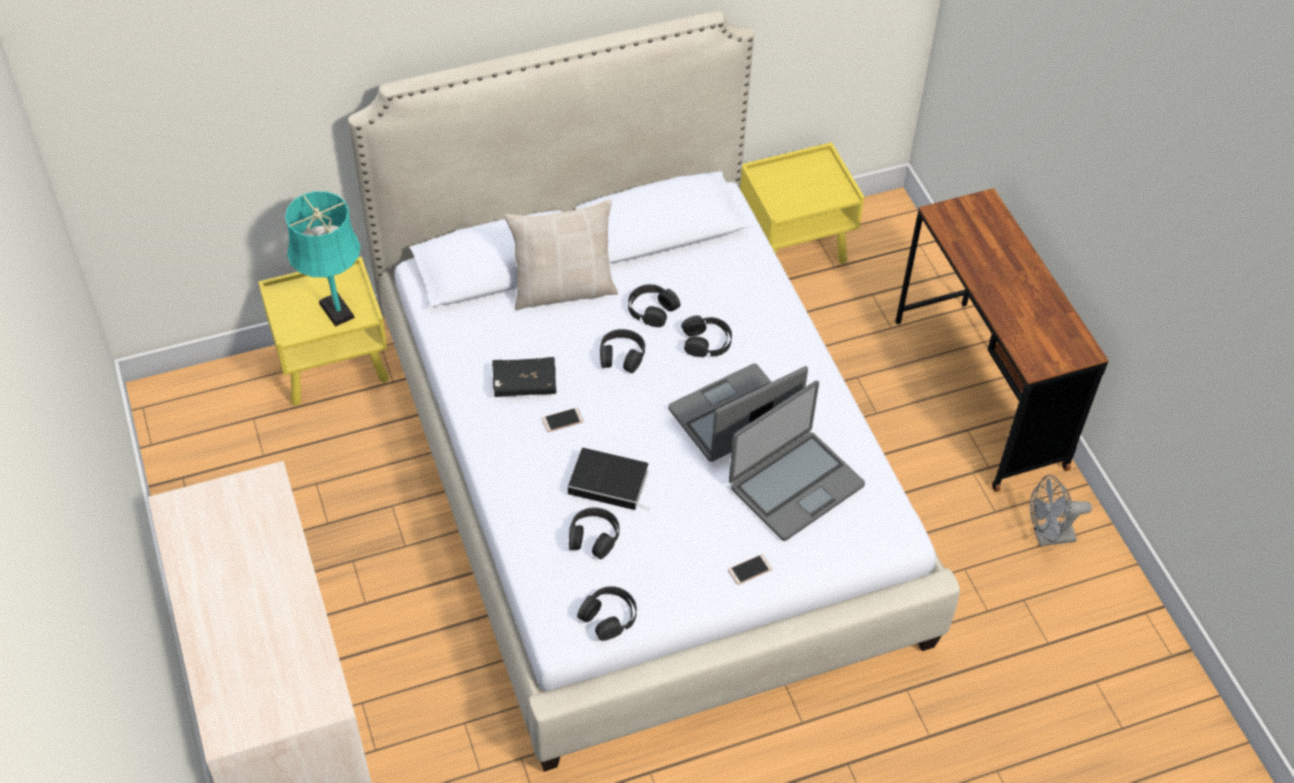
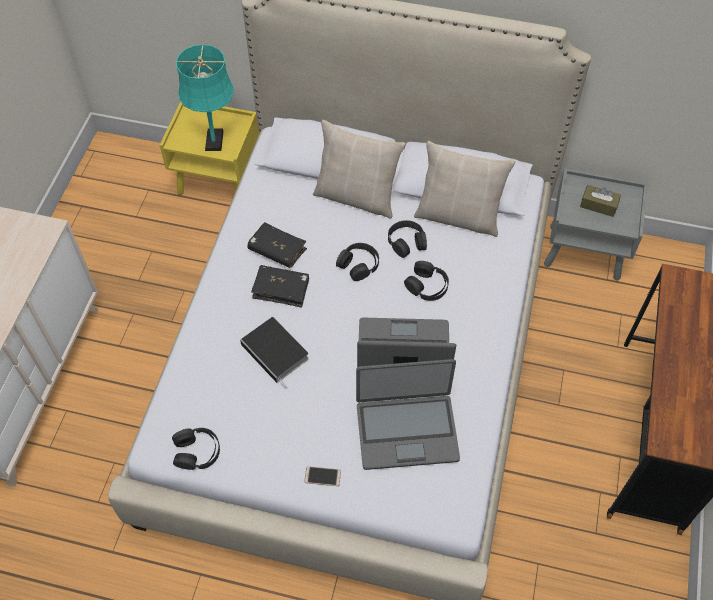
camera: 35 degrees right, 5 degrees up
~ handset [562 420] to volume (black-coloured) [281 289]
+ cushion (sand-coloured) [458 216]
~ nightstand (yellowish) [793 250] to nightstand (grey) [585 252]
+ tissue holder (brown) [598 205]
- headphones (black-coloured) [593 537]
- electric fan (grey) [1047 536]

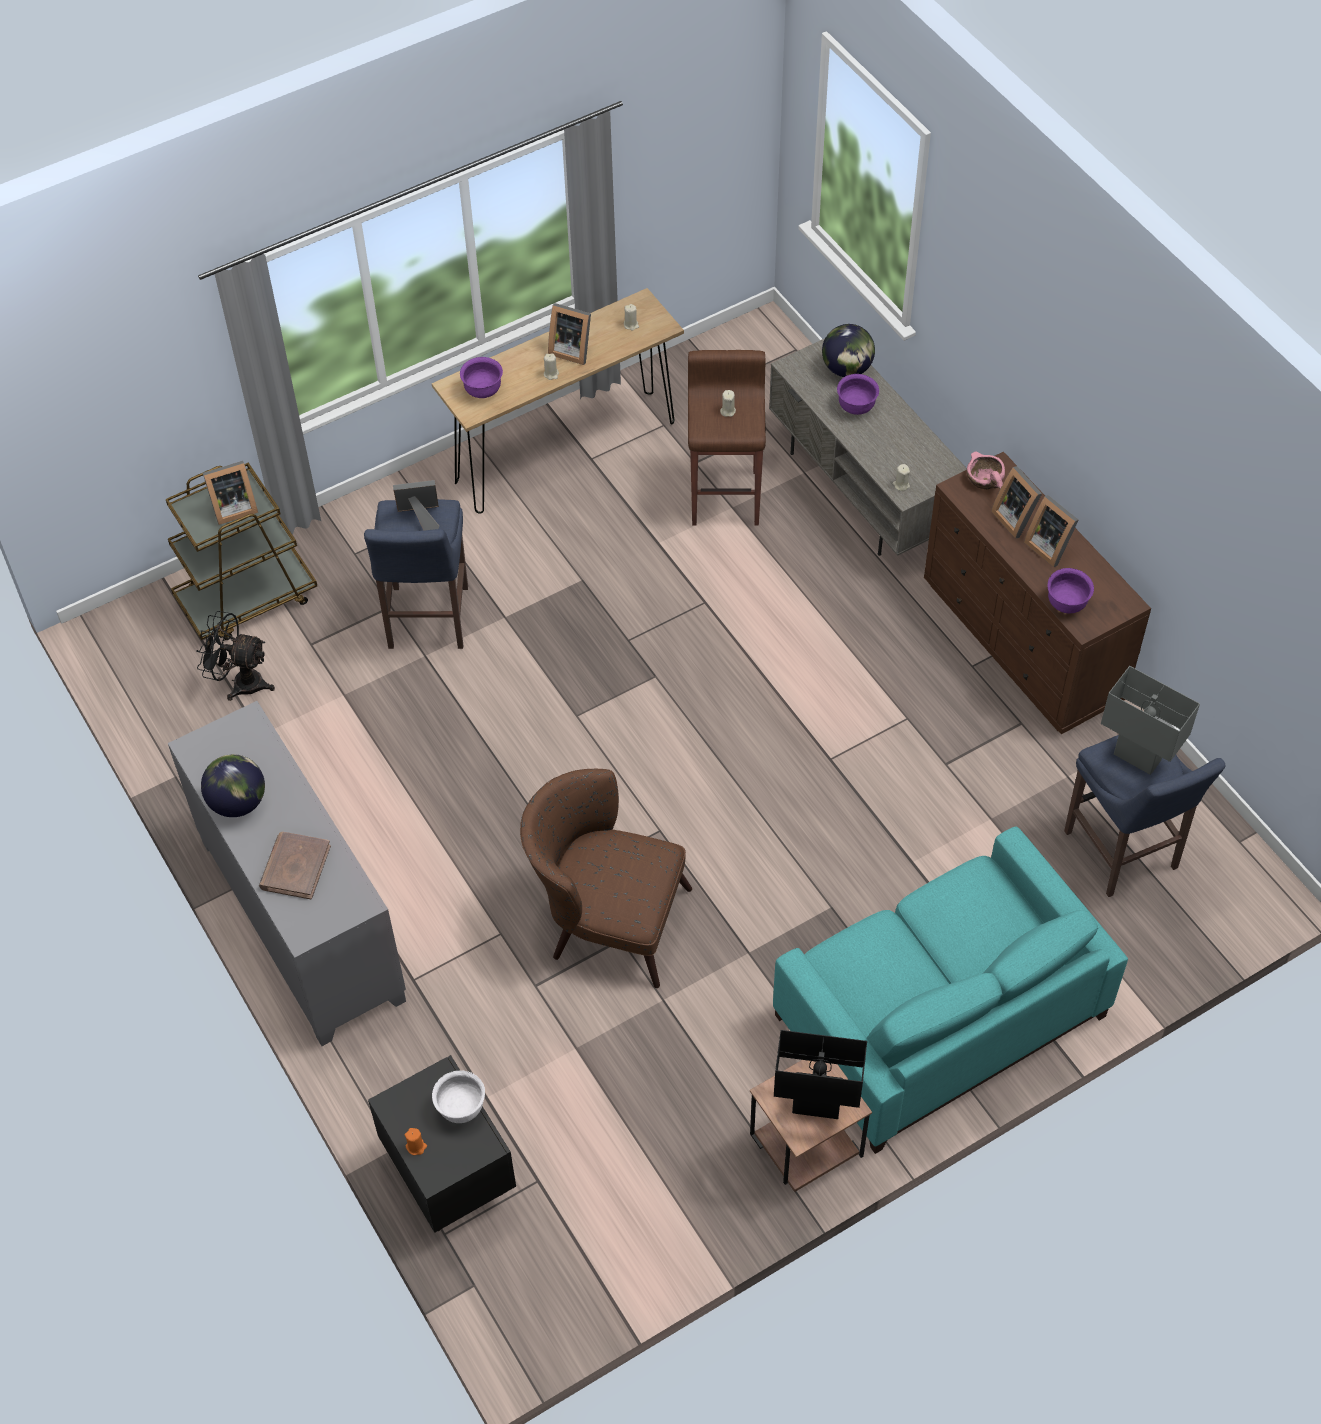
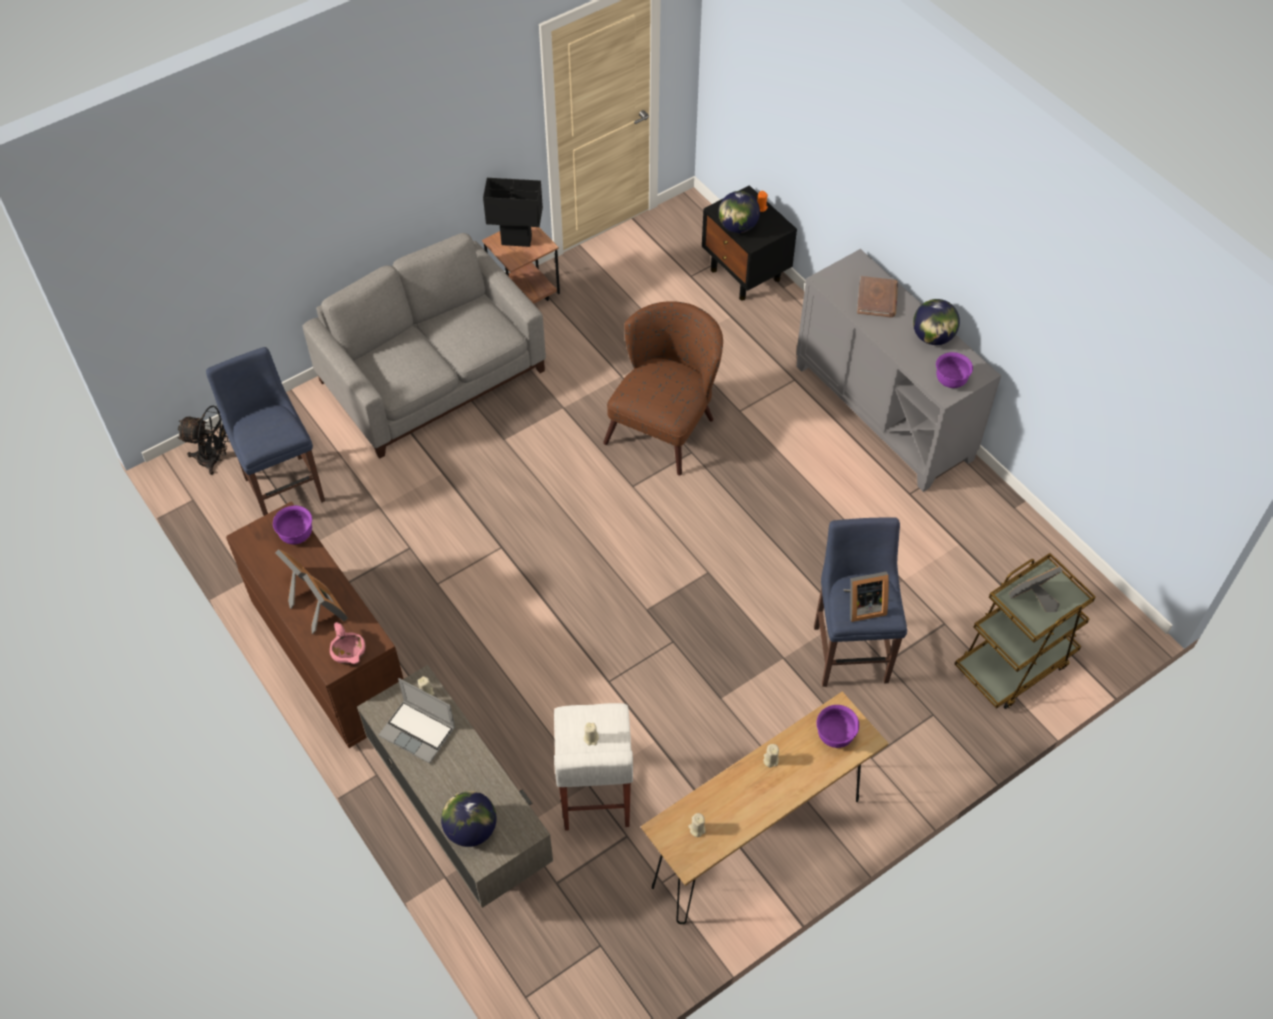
camera: 175 degrees right, 0 degrees up
~ electric fan (black-coloured) [240 682] to [215 459]
~ couch (turquoise-coloured) [938 1014] to couch (grey) [433 376]
+ notebook computer [419 731]
~ sitting stool (brown) [726 496] to sitting stool (whitish) [594 797]
~ easy chair (brown) [606 919] = [666 423] 75 degrees counterclockwise
~ deep dish (whitish) [461 1108] to world globe [737 227]
~ deep dish (purplish) [856 407] to [950 381]
- photo frame [571 349]
- tabletop lamp (grey) [1137 757]

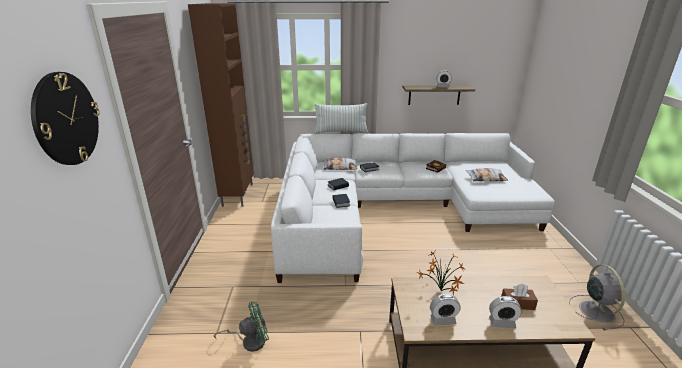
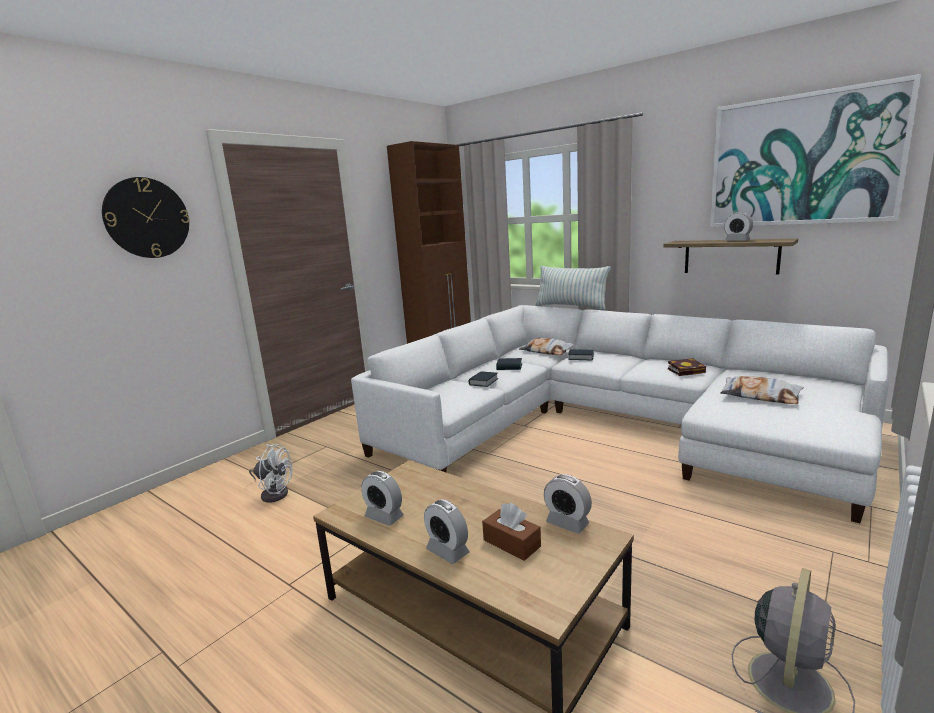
camera: 40 degrees right, 10 degrees down
~ electric fan (green) [249 341] to electric fan (whitish) [274 493]
+ alarm clock [567 523]
+ wall picture [802 160]
- houseplant [441 292]

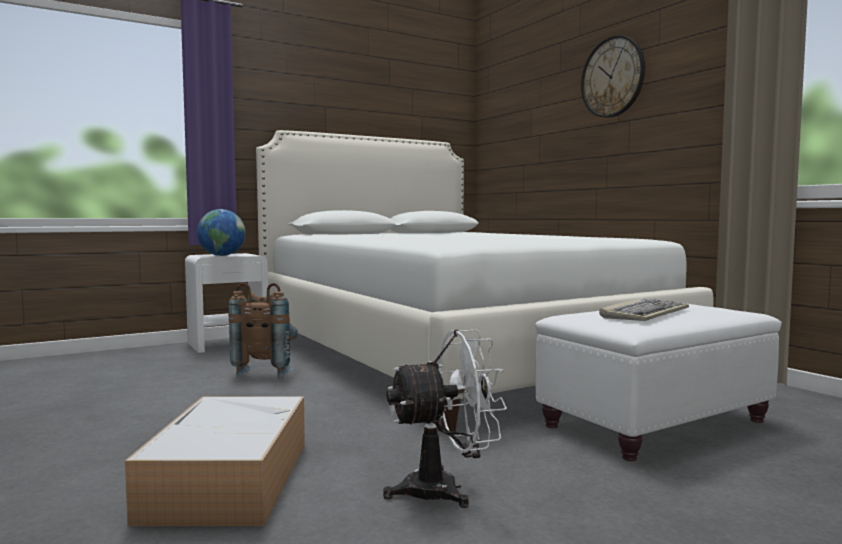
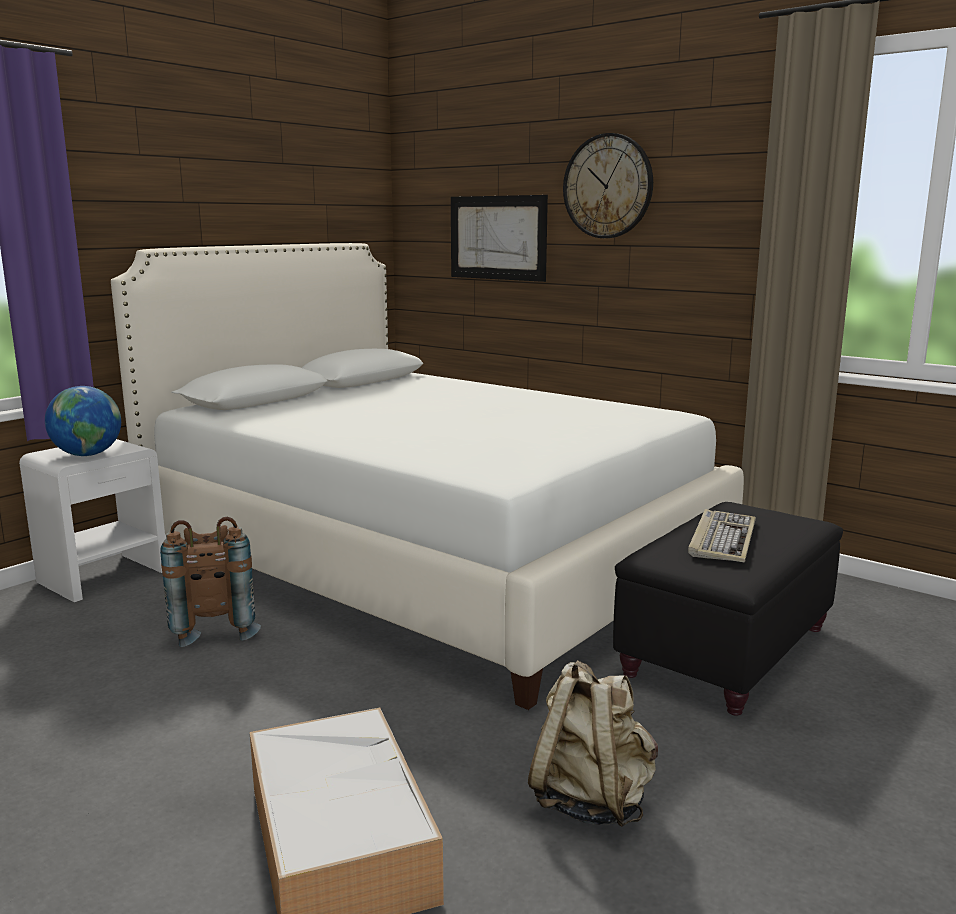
camera: 20 degrees left, 10 degrees up
+ wall picture [497 237]
~ electric fan (whitish) [445 489] to backpack (sand-coloured) [591 800]
~ pouffe (whitish) [656 423] to pouffe (black-coloured) [727 650]

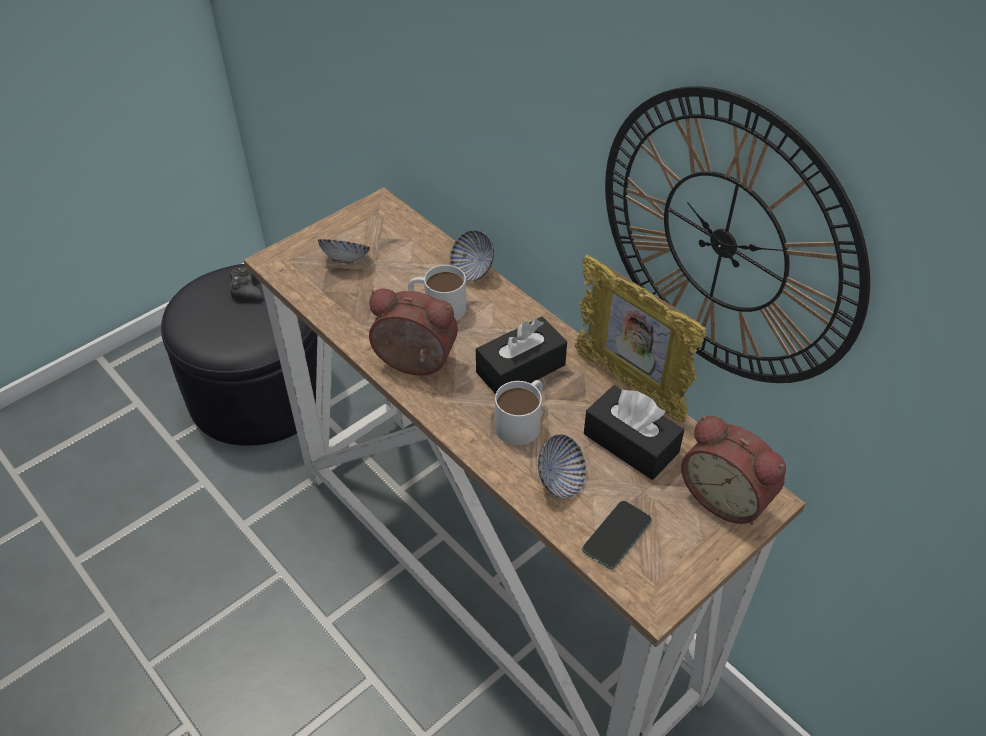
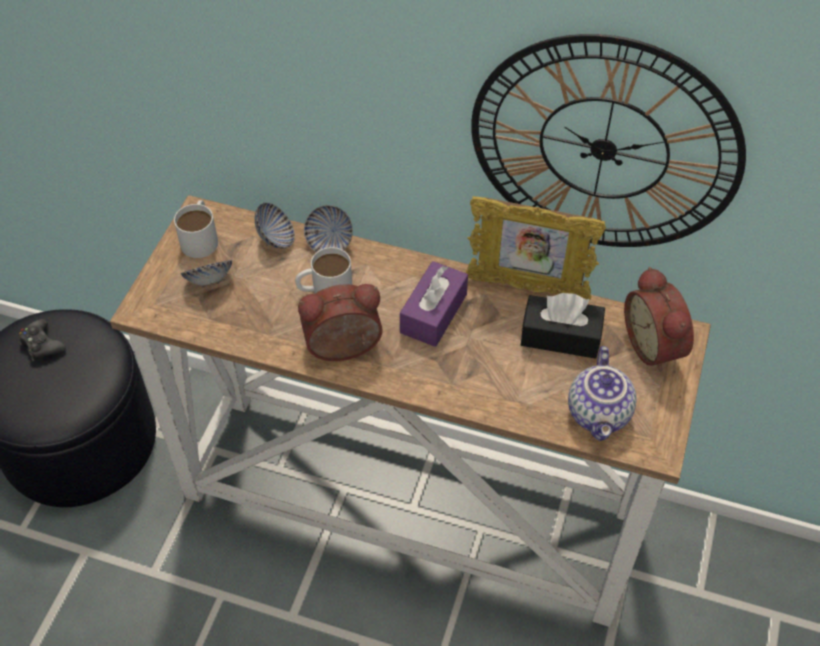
camera: 30 degrees left, 5 degrees up
~ mug (whitish) [523 421] to [201 237]
~ deep dish [560 481] to [276 239]
~ tissue holder (black-coloured) [520 369] to tissue holder (purplish) [433 313]
~ handset [617 535] to tea pot [600 414]
~ alarm clock [727 496] = [656 345] 60 degrees clockwise

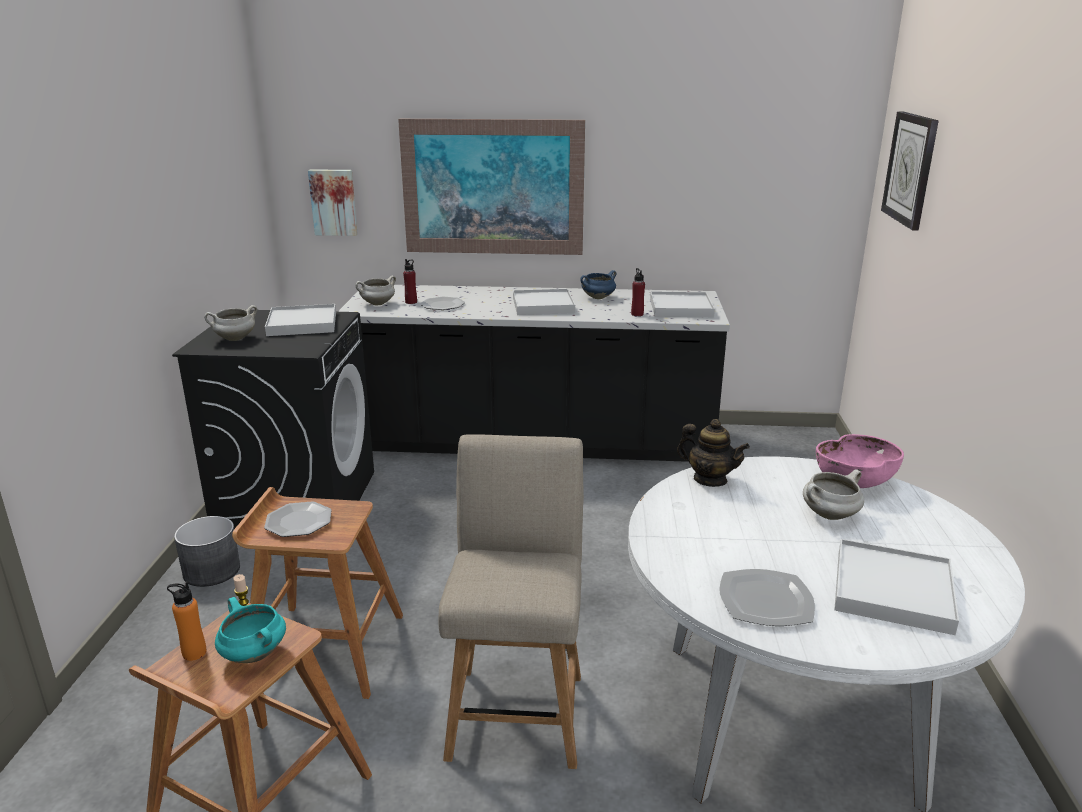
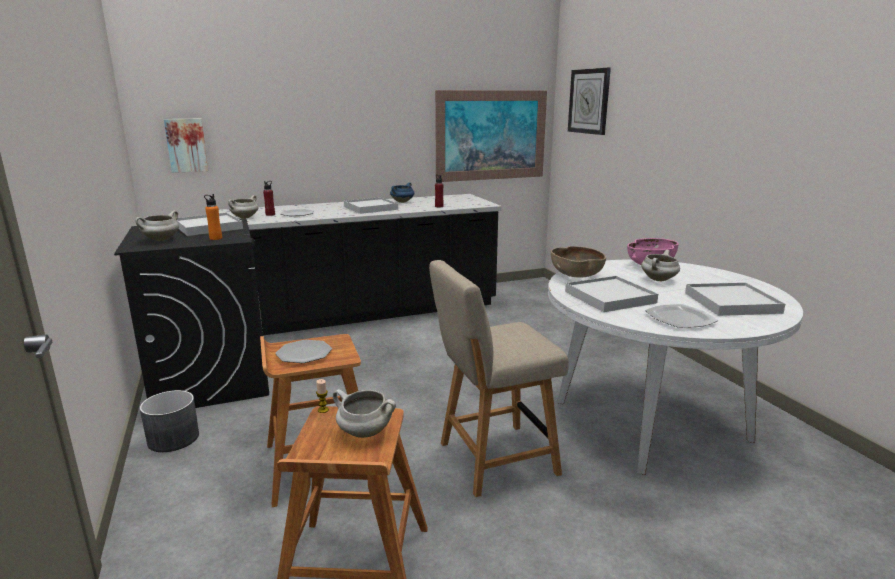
camera: 25 degrees left, 5 degrees down
~ drink bottle (orange) [194 653] to [215 238]
~ cooking pot (turquoise-coloured) [252 654] to cooking pot (whitish) [364 433]
~ chair (sand-coloured) [517 709] = [492 460] 90 degrees counterclockwise
~ wall picture [493 188] to [491 135]
~ tea pot [710 480] to deep dish (brown) [576 276]
~ serving tray (whitish) [681 308] to [609 297]

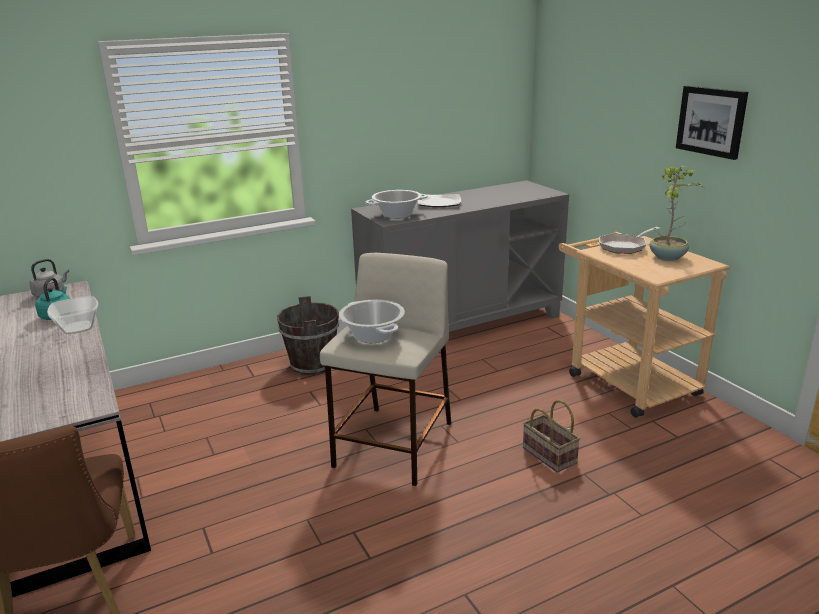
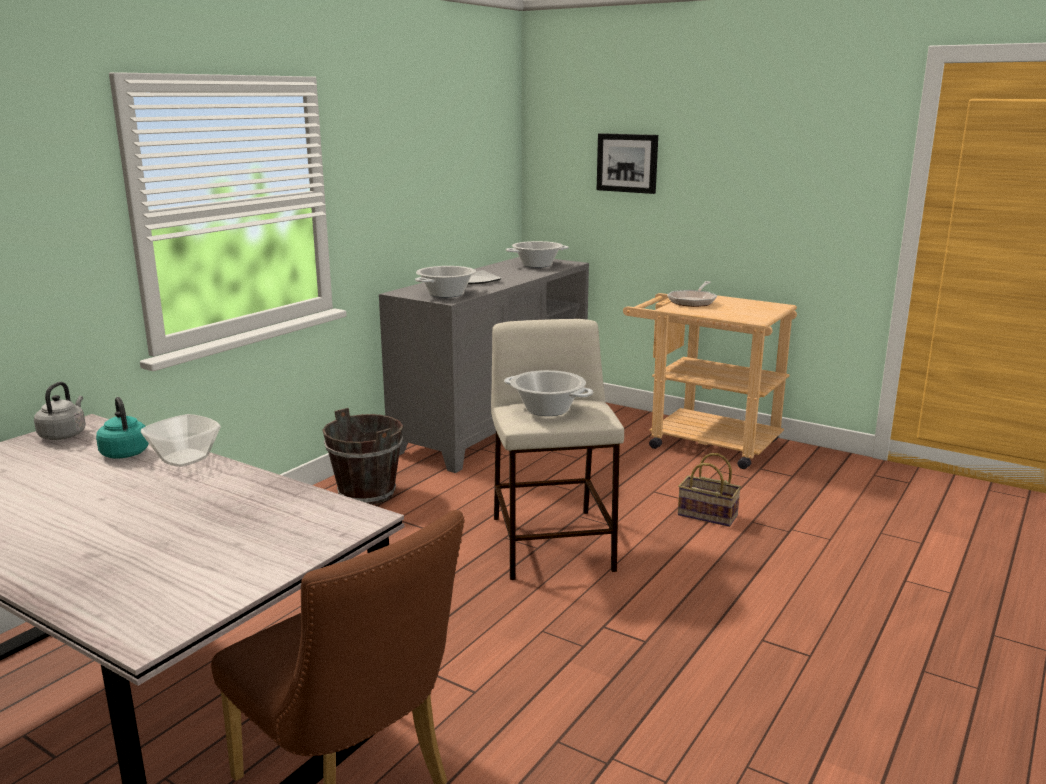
camera: 30 degrees left, 5 degrees down
+ cooking pot [537 265]
~ wall picture [711 121] to [627 163]
- houseplant [668 257]

